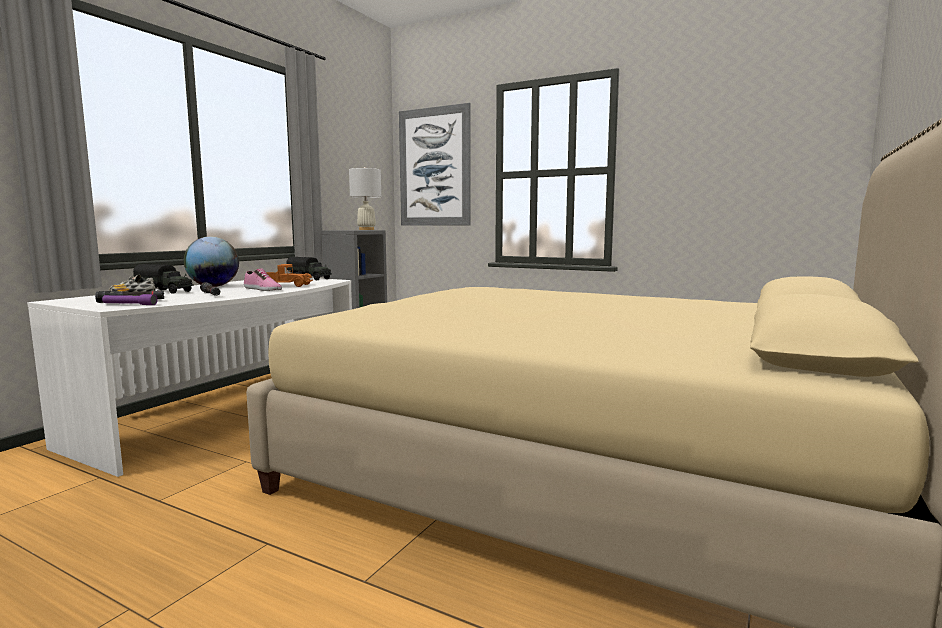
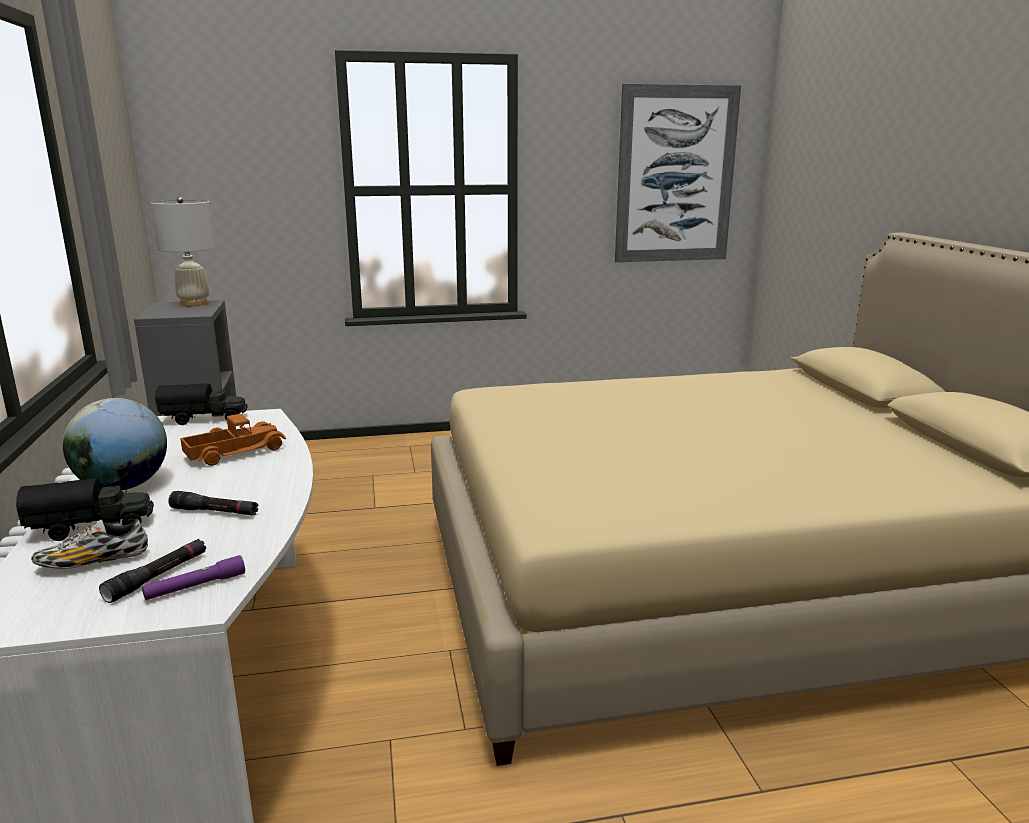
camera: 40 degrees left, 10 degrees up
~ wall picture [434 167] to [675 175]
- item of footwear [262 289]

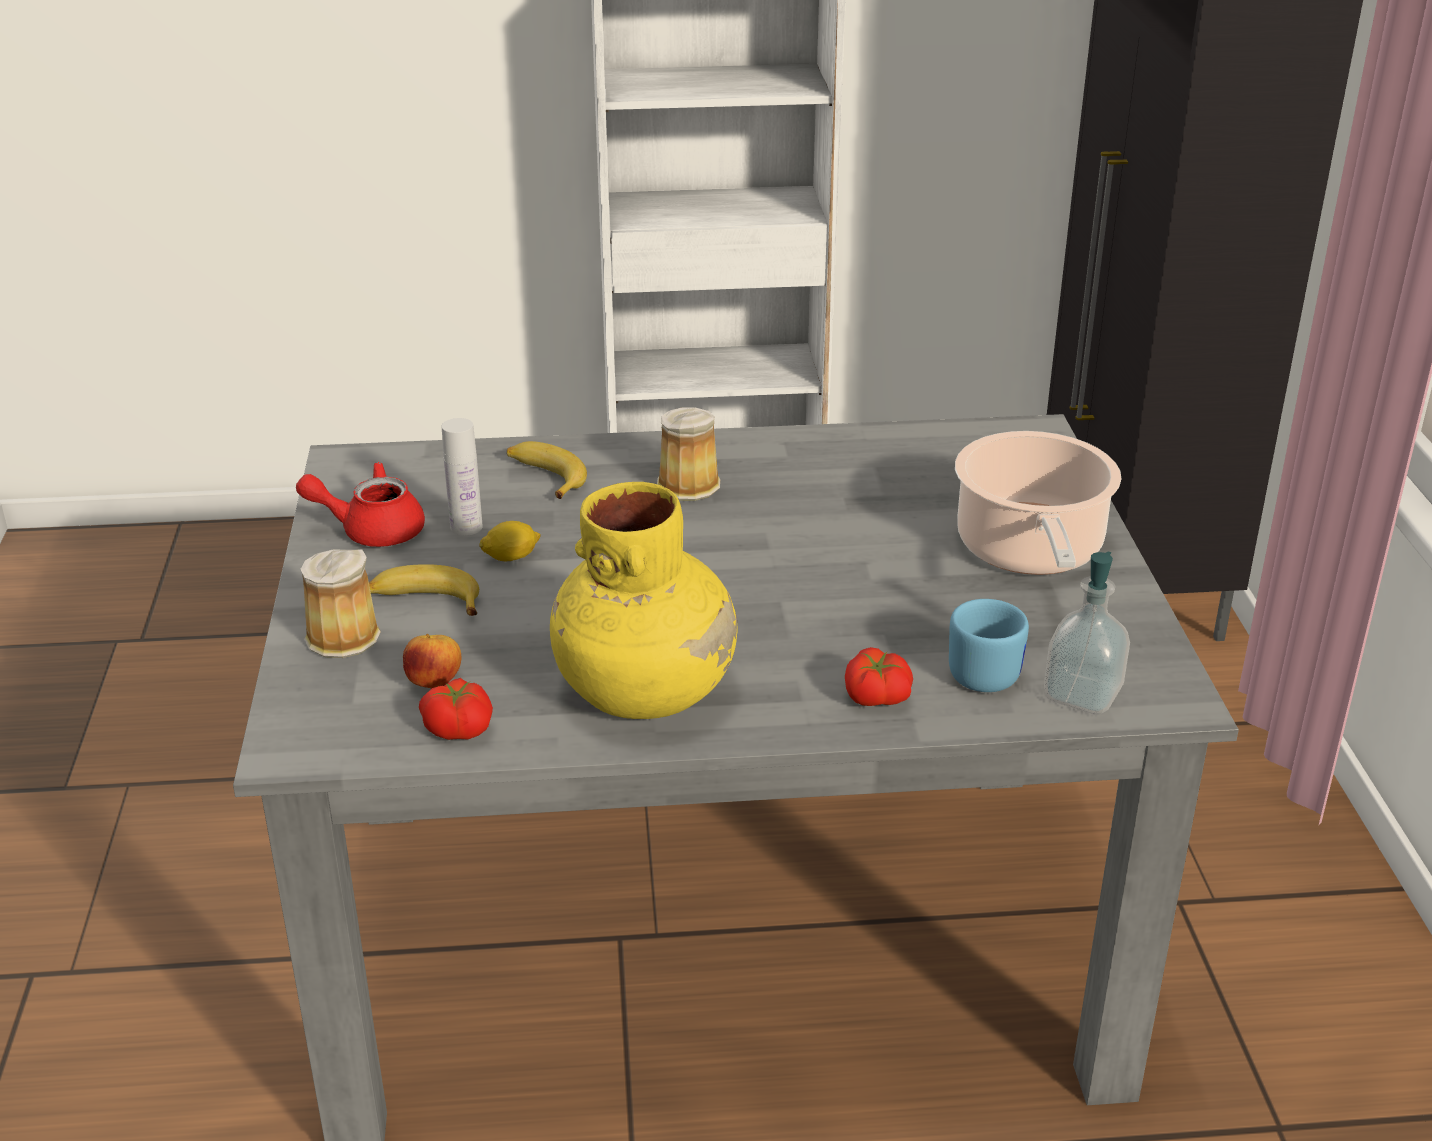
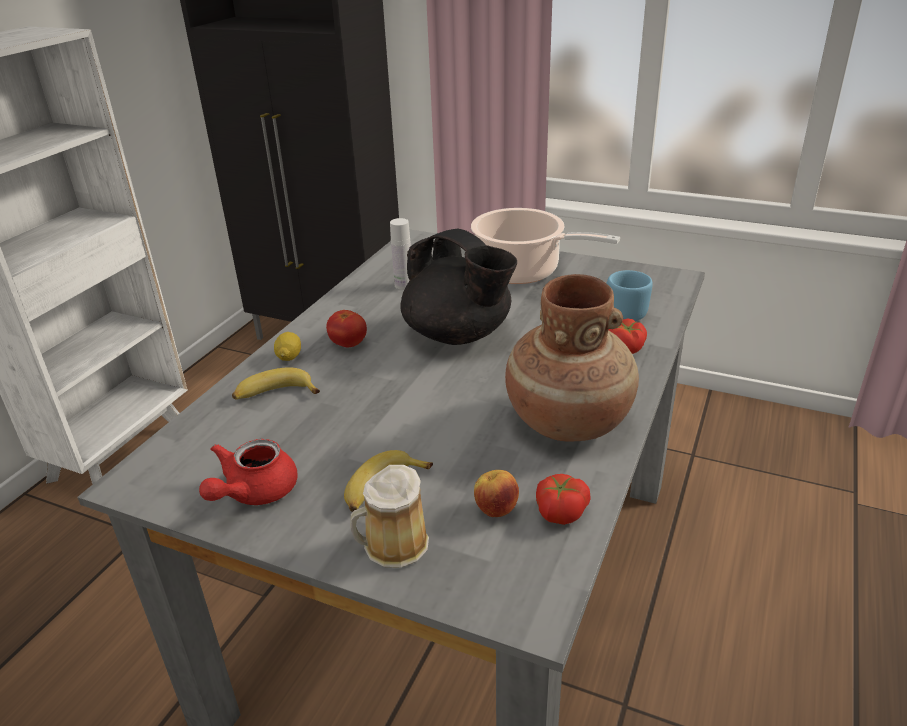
camera: 60 degrees left, 0 degrees up
~ whole lemon [511 557] to [289 357]
~ mug [690 483] to tomato [348 344]
~ drink bottle (whitish) [466 527] to [404 285]
+ tea pot (black-coloured) [459 335]
~ decorative vase (yellowish) [647 691] to decorative vase (brown) [568 421]
- soap bottle [1082 694]

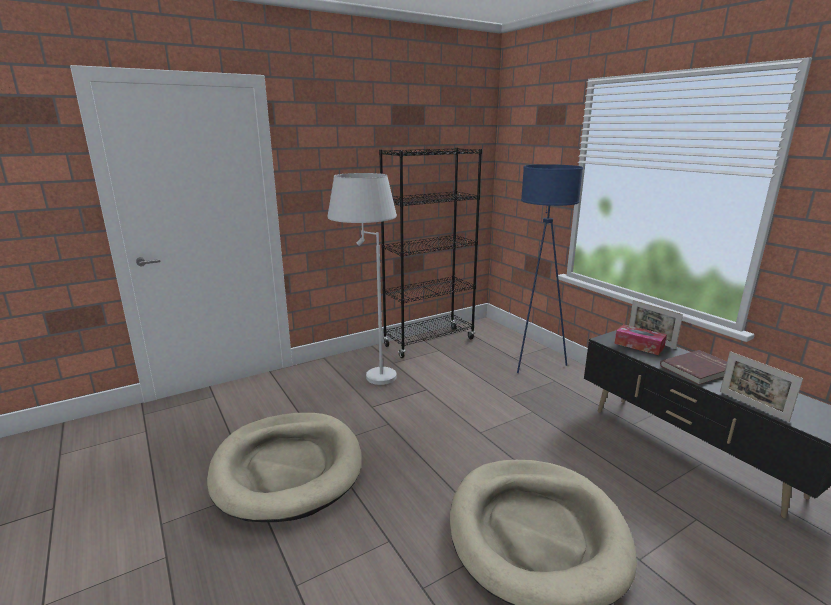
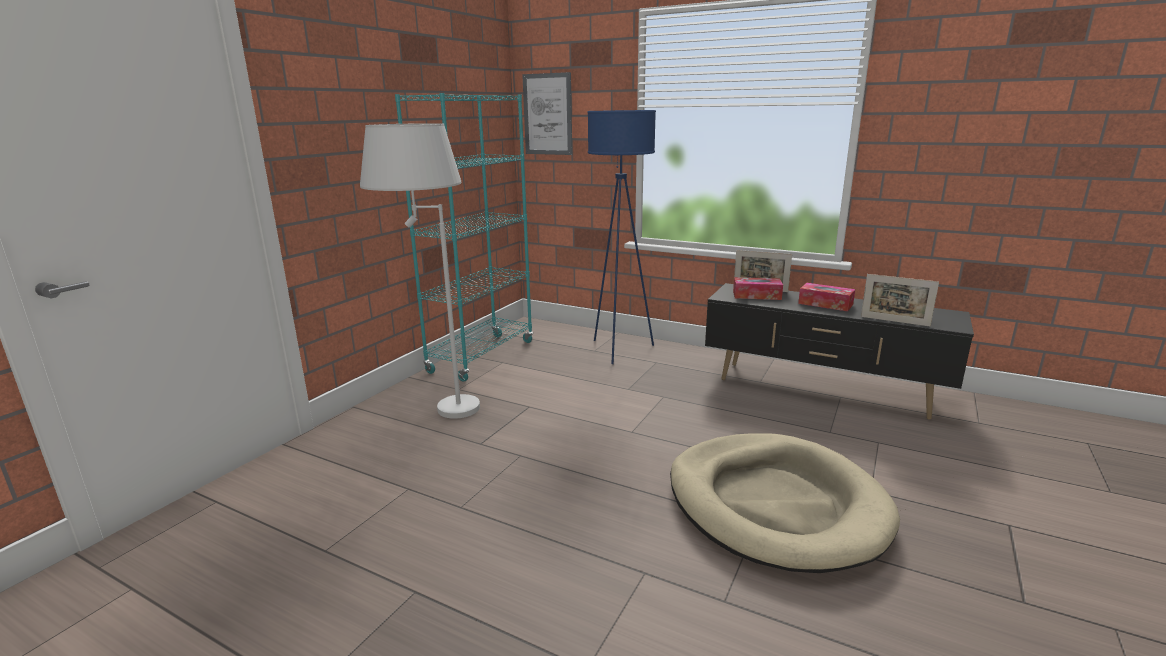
camera: 30 degrees left, 0 degrees up
~ shelving unit (black-coloured) [429 342] to shelving unit (turquoise-coloured) [482 357]
+ wall picture [547 114]
~ volume (red-coloured) [699 369] to tissue holder [825 304]
- pet bed (sand-coloured) [287 468]

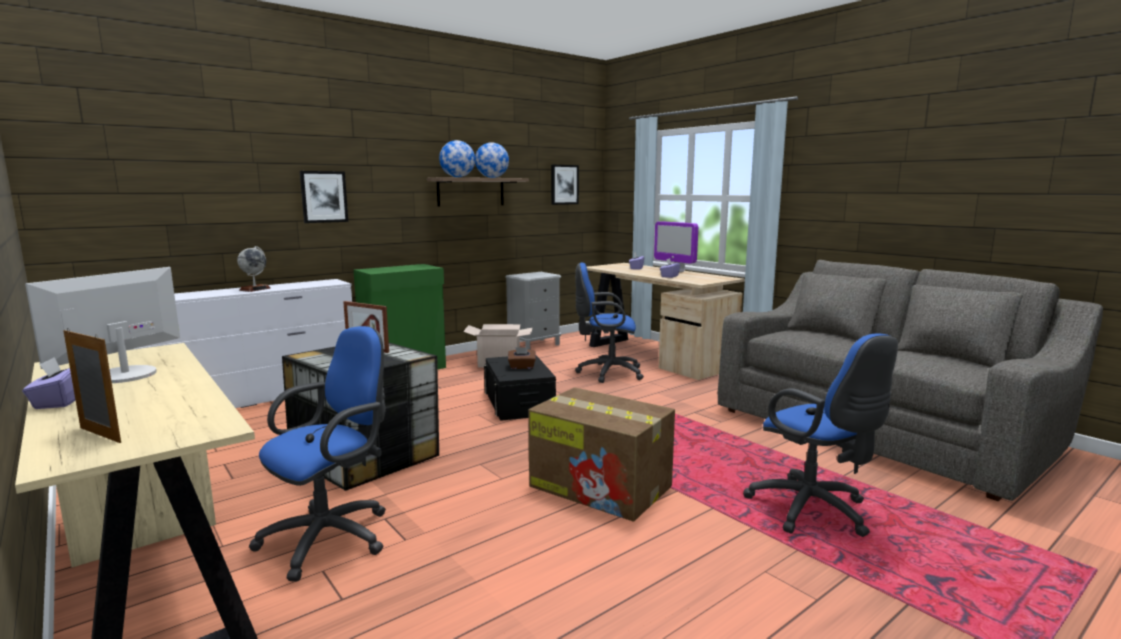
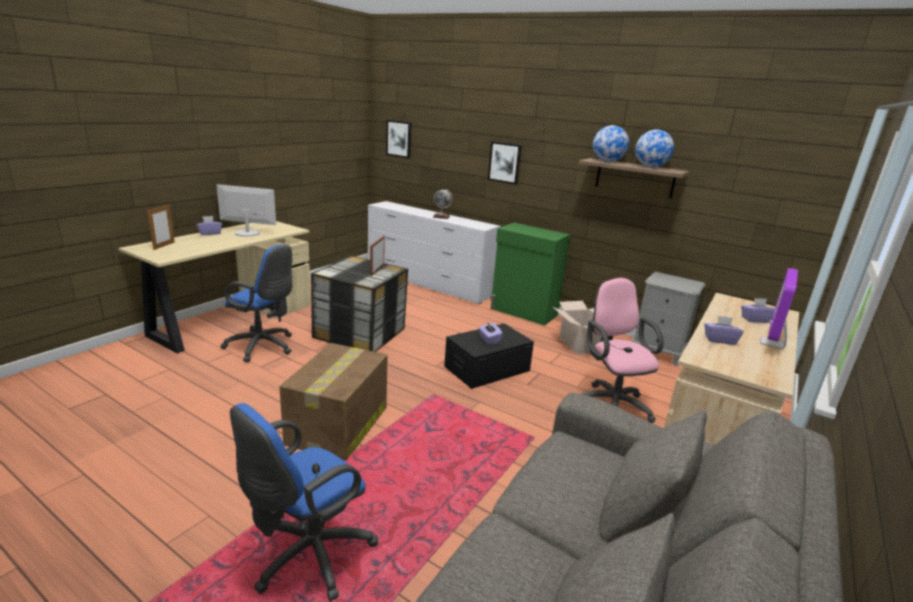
camera: 70 degrees right, 10 degrees up
~ wall picture [564 184] to [399 139]
~ tissue holder (brown) [522 367] to tissue holder (purplish) [489 340]
~ computer chair (blue-coloured) [606 373] to computer chair (pinkish) [611 403]

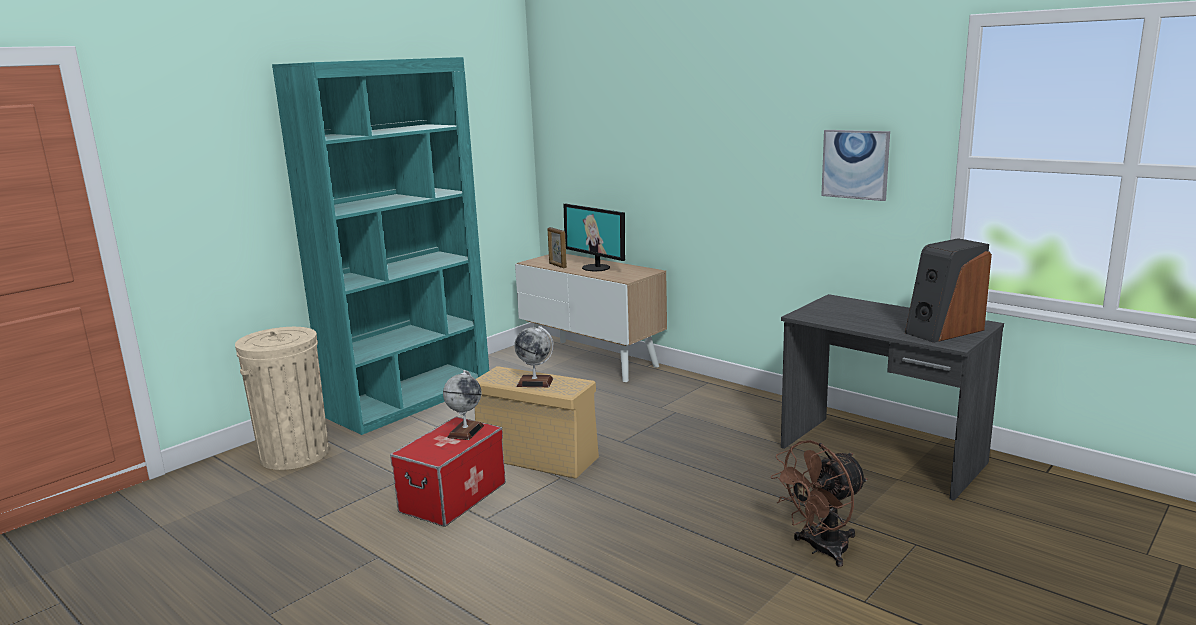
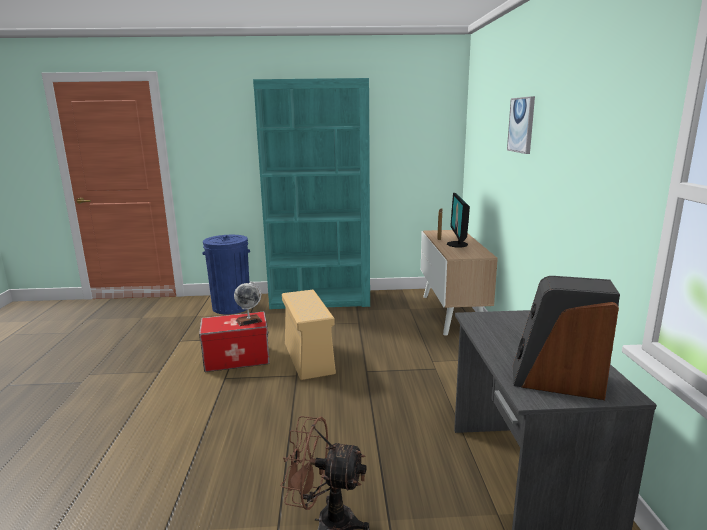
camera: 45 degrees right, 0 degrees up
~ waste bin (sand-coloured) [294 454] to waste bin (blue-coloured) [231 307]
~ wall picture [855 164] to [521 125]
- world globe [535 382]

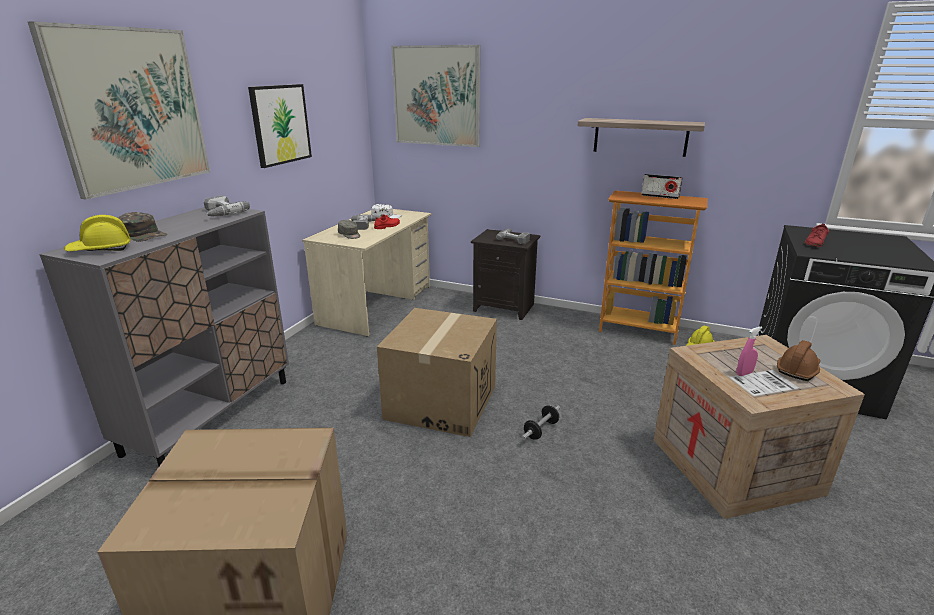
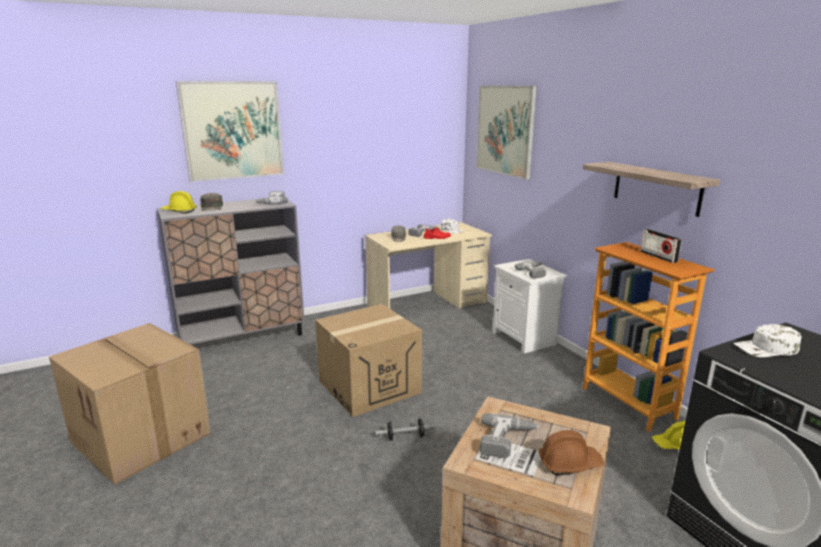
camera: 40 degrees right, 5 degrees down
~ spray bottle (pinkish) [744 373] to power drill [507 441]
~ nightstand (black-coloured) [505 307] to nightstand (whitish) [525 338]
~ item of footwear (red-coloured) [815 242] to baseball cap (whitish) [766 348]
- wall picture [280 124]

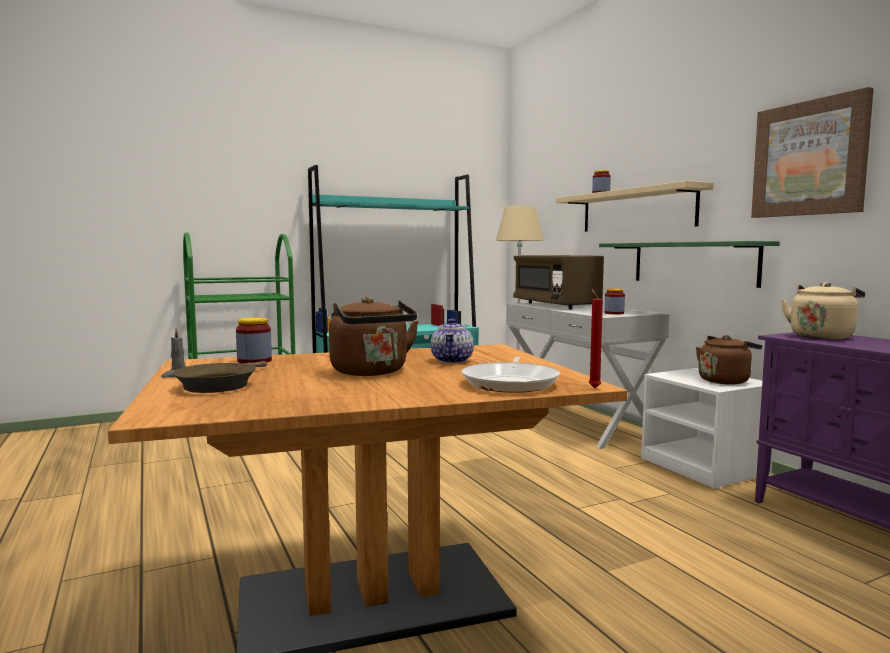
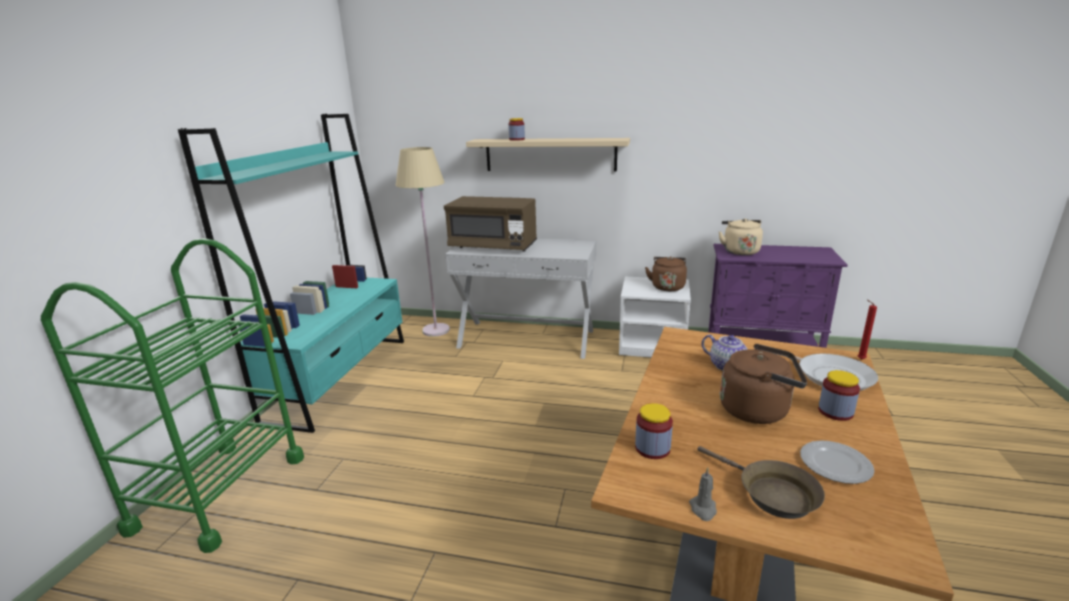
camera: 50 degrees left, 15 degrees up
+ flat dish [834 465]
~ preserve jar [614 313] to [835 412]
- bracket shelf (green) [693 263]
- wall picture [809 158]

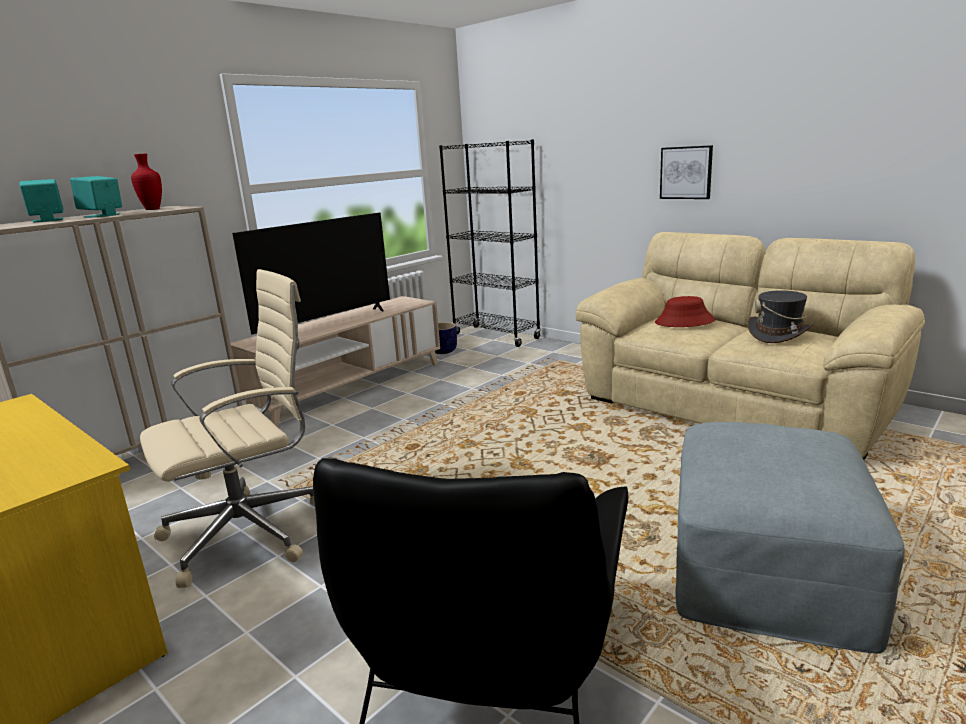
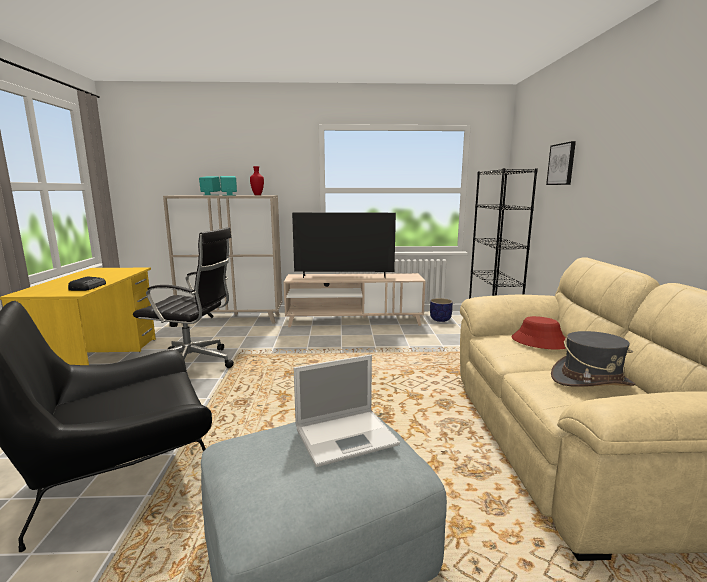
camera: 45 degrees right, 5 degrees down
+ radio [88 287]
~ computer chair (sand-coloured) [250 531] to computer chair (black-coloured) [192 364]
+ notebook computer [347 435]
~ wall picture [686 172] to [561 164]

